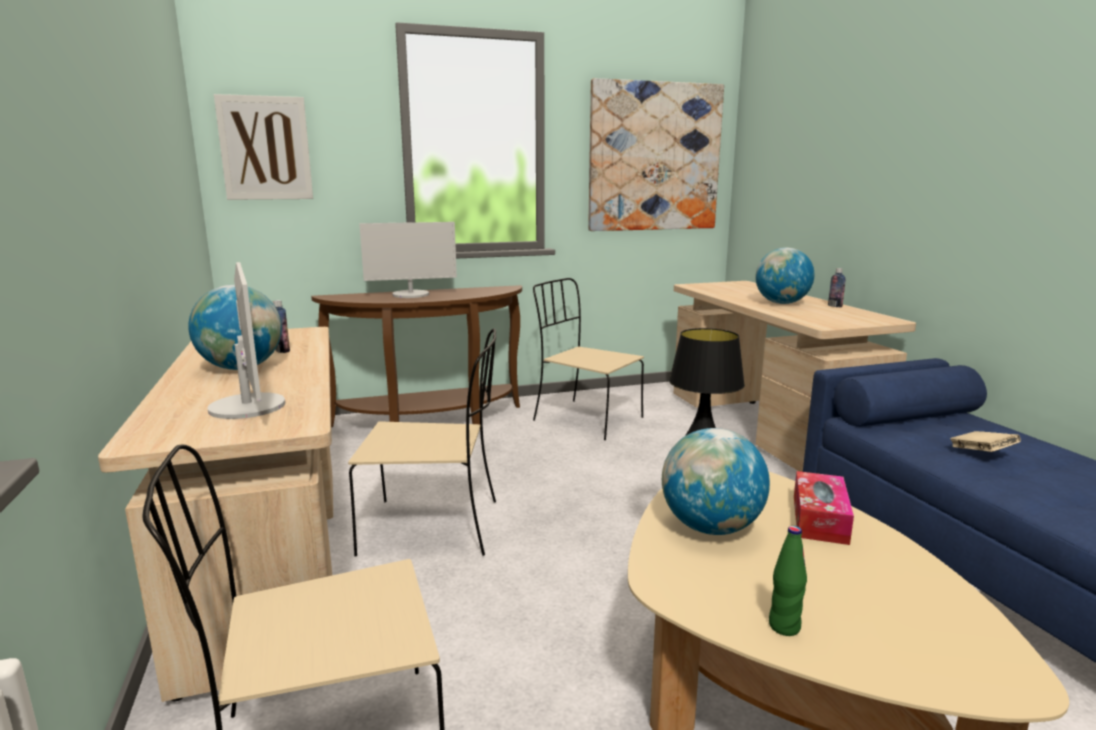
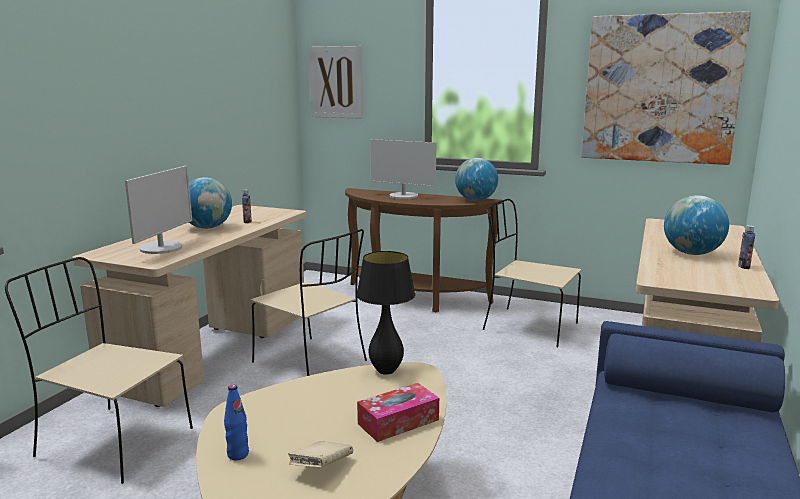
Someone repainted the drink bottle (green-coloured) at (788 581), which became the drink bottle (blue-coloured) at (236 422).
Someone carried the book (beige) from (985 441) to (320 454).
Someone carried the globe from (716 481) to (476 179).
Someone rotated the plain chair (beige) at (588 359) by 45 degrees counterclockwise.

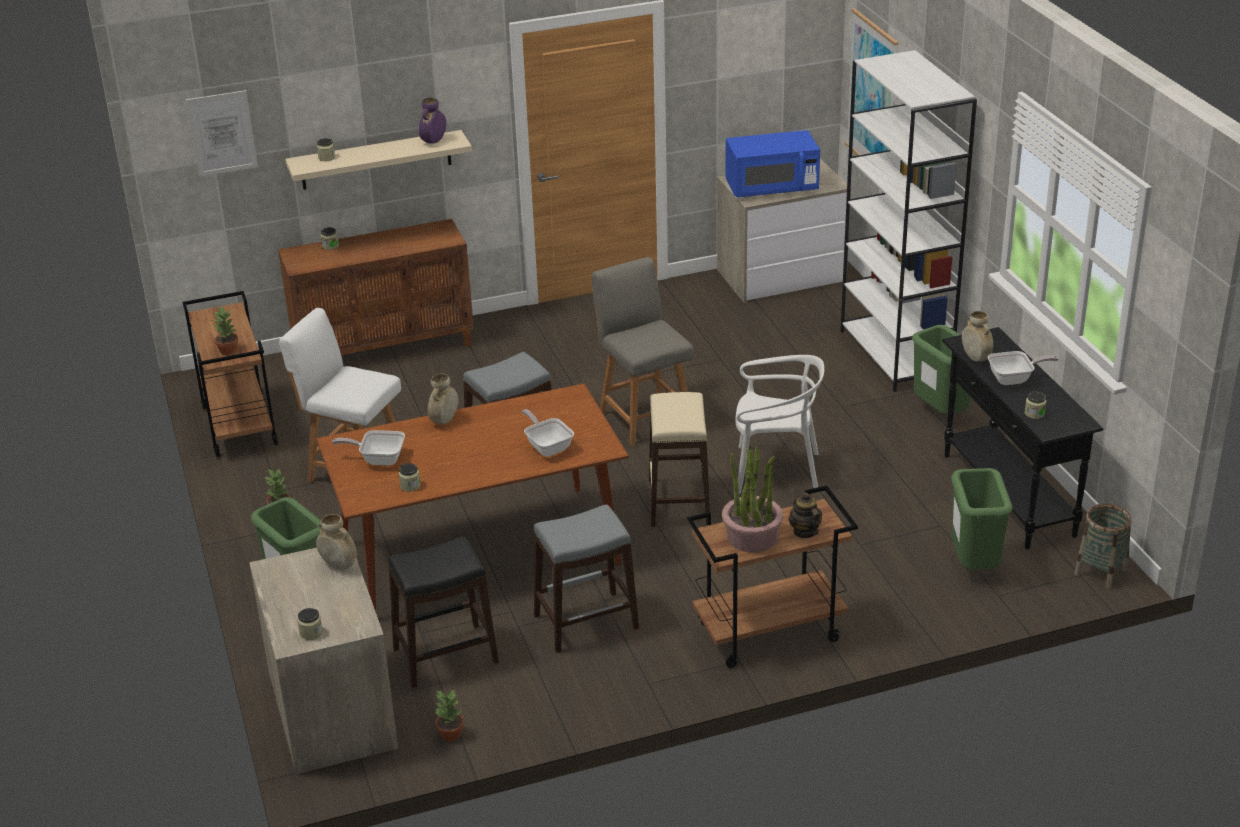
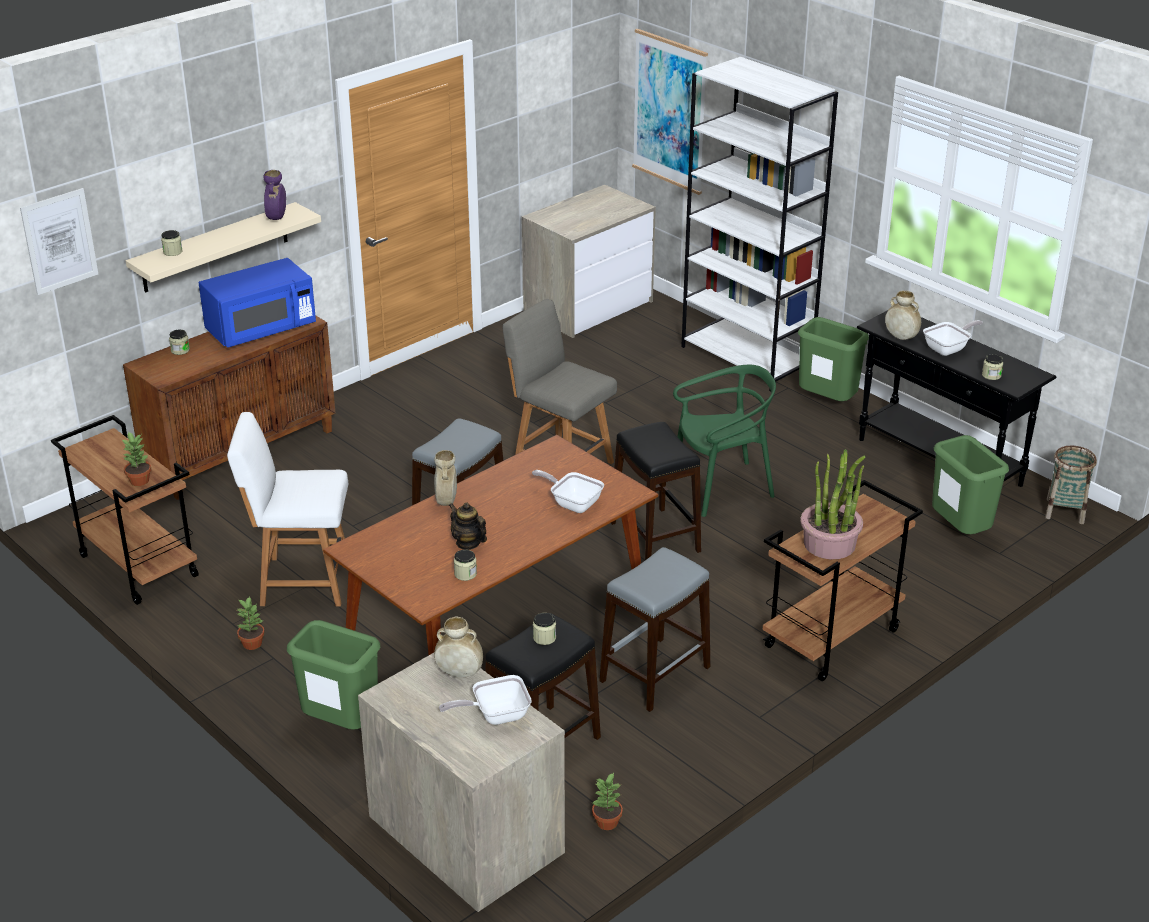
Someone carried the kitchen microwave (blue-coloured) from (772 163) to (257 302).
Someone carried the skillet from (368 448) to (485 700).
Someone carried the pot for tea from (805 514) to (468 526).
Someone carried the jar from (310 624) to (544 629).
Someone repainted the stool (beige) at (679 459), which became the stool (black-coloured) at (656 491).
Someone repainted the plain chair (white-coloured) at (779 424), which became the plain chair (green-coloured) at (724 441).

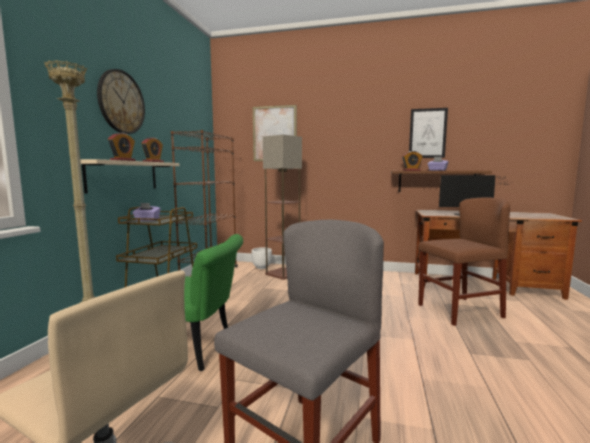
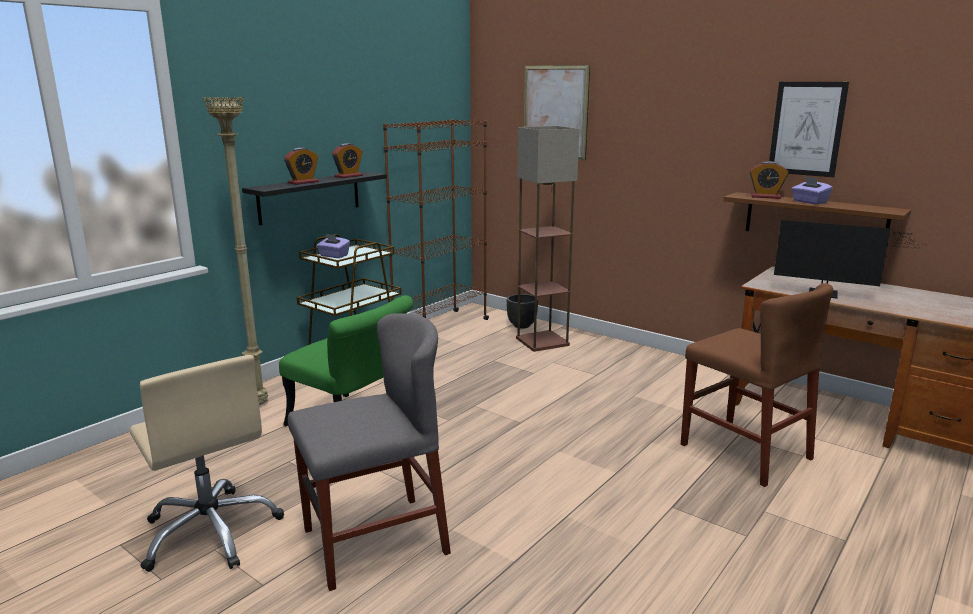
Someone repainted the wall shelf (beige) at (130 176), which became the wall shelf (black-coloured) at (314 198).
Someone repainted the plant pot (white-coloured) at (262 258), which became the plant pot (black-coloured) at (522 311).
Someone rotated the plain chair (brown) at (464 261) by 45 degrees clockwise.
Someone took away the hanging clock at (121 101).

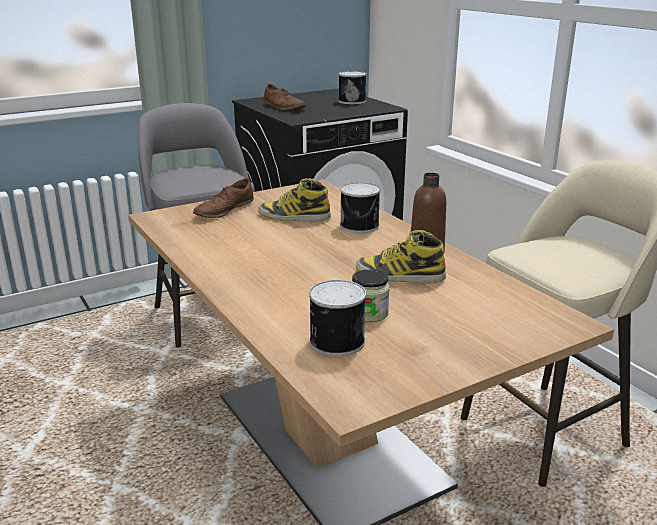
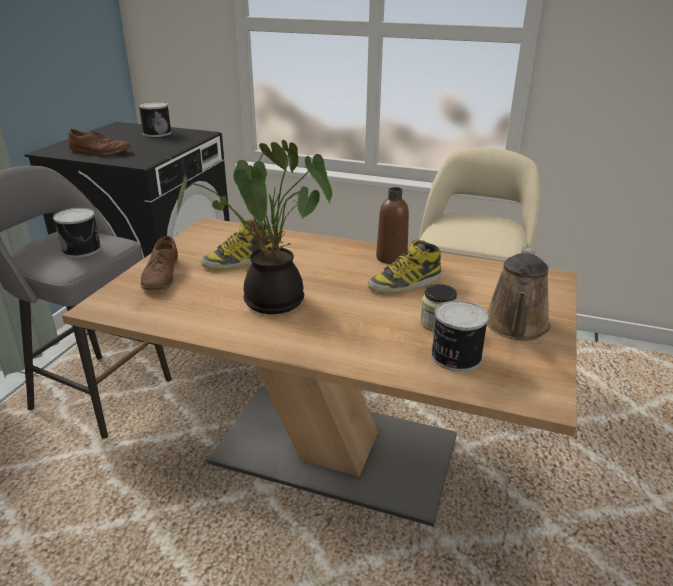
Someone carried the metal can from (360 207) to (77 233).
Someone put down the plant in a pot at (254 227).
Someone put down the watering pot (brown) at (518 294).

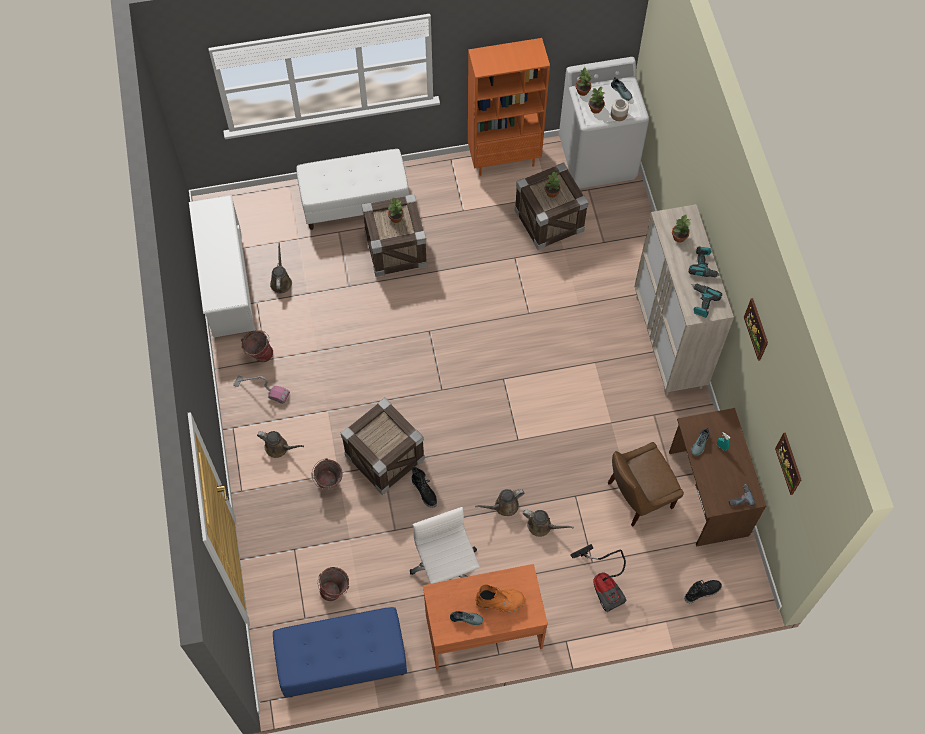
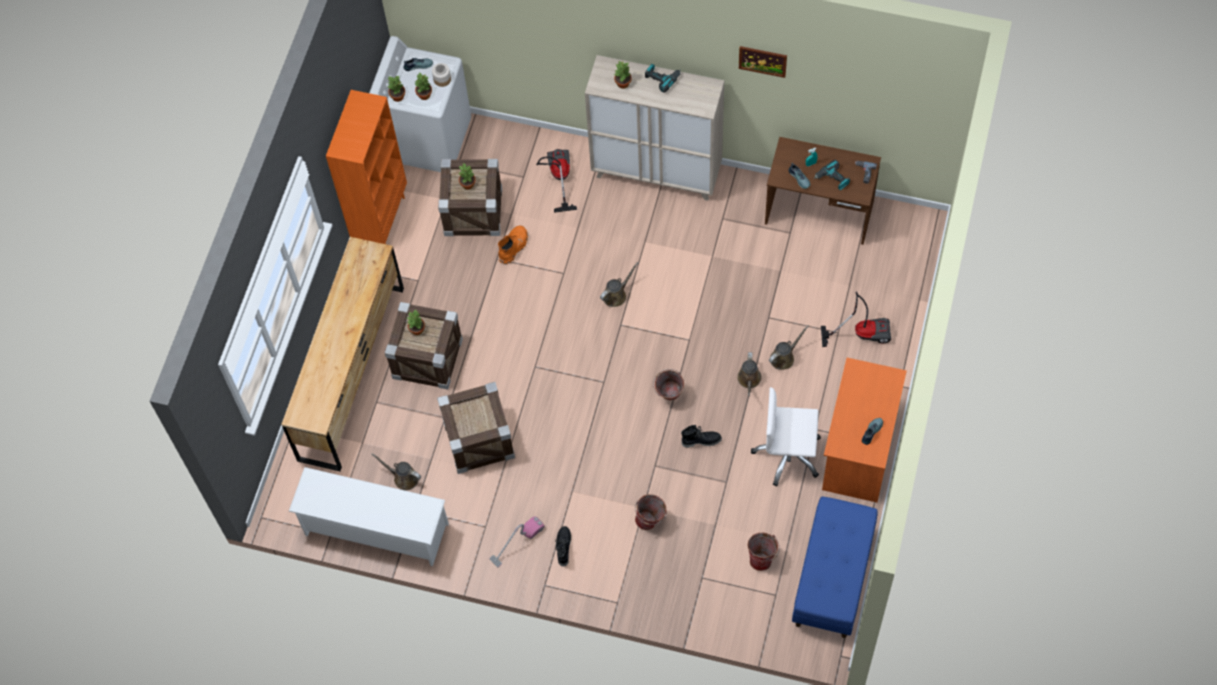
Someone swapped the long seat (white-coloured) at (352 189) for the dresser (brown) at (342 354).
Someone carried the shipping crate from (383 446) to (476 428).
Someone carried the tall boot (orange) from (500 598) to (513 245).
Someone put down the vacuum at (556 181).
Someone carried the tall boot (black-coloured) from (703 591) to (563 546).
Someone carried the watering pot (brown) from (280 444) to (619 284).
Someone carried the pail from (257 346) to (668 384).
Someone carried the electric drill from (707 300) to (832 175).
Someone took away the plain chair (brown) at (646 484).
Someone took away the wall art at (788 463).

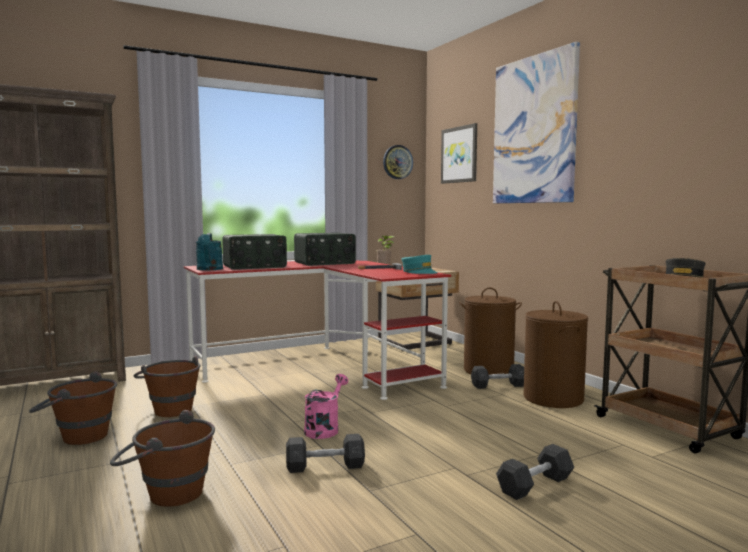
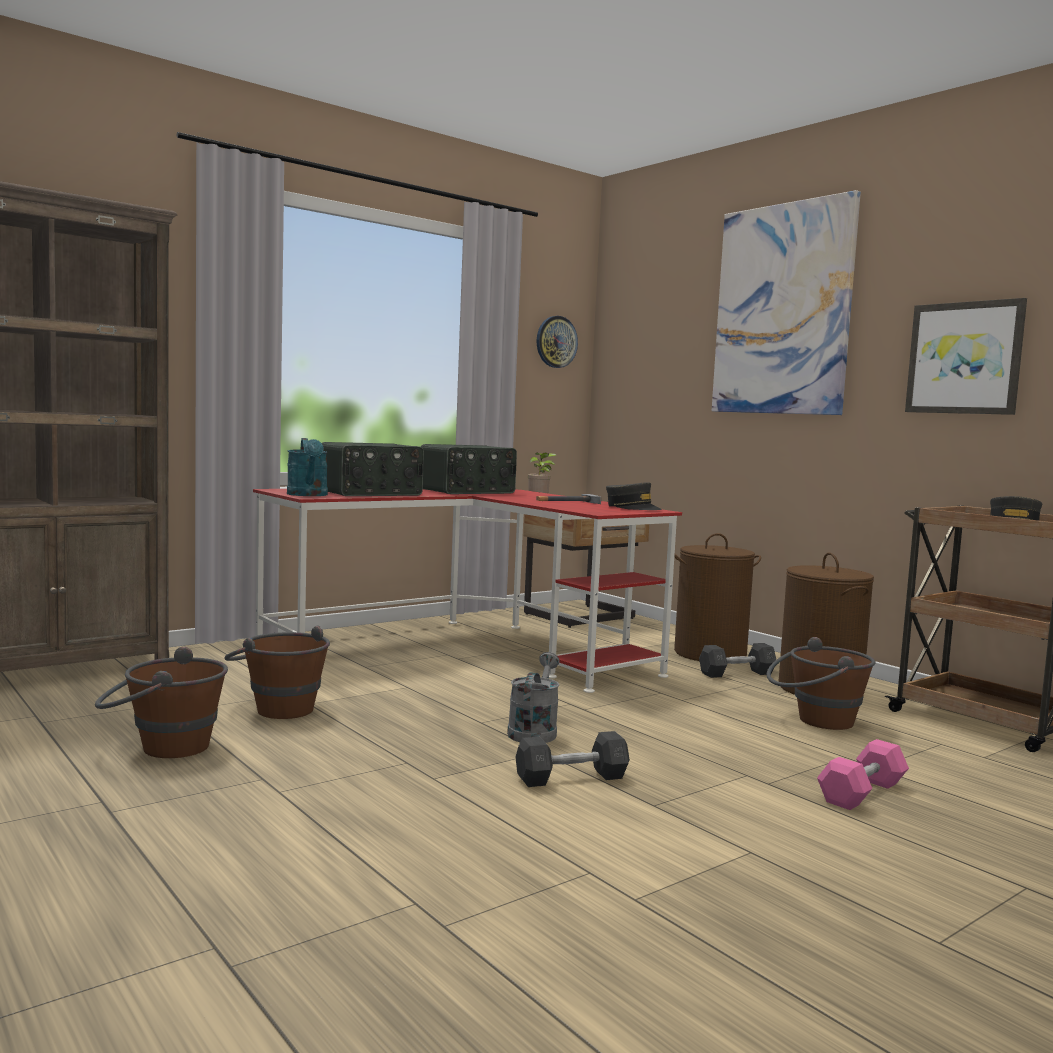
Someone repainted the watering pot (pink-coloured) at (326 406), which became the watering pot (grey) at (533 697).
Someone repainted the cap (turquoise) at (419 264), which became the cap (grey) at (634 496).
Someone carried the pail (brown) from (162 458) to (821 683).
Someone repainted the free weight (grey) at (535 472), which became the free weight (pink-coloured) at (863 774).
Someone carried the wall art from (459 153) to (966 356).

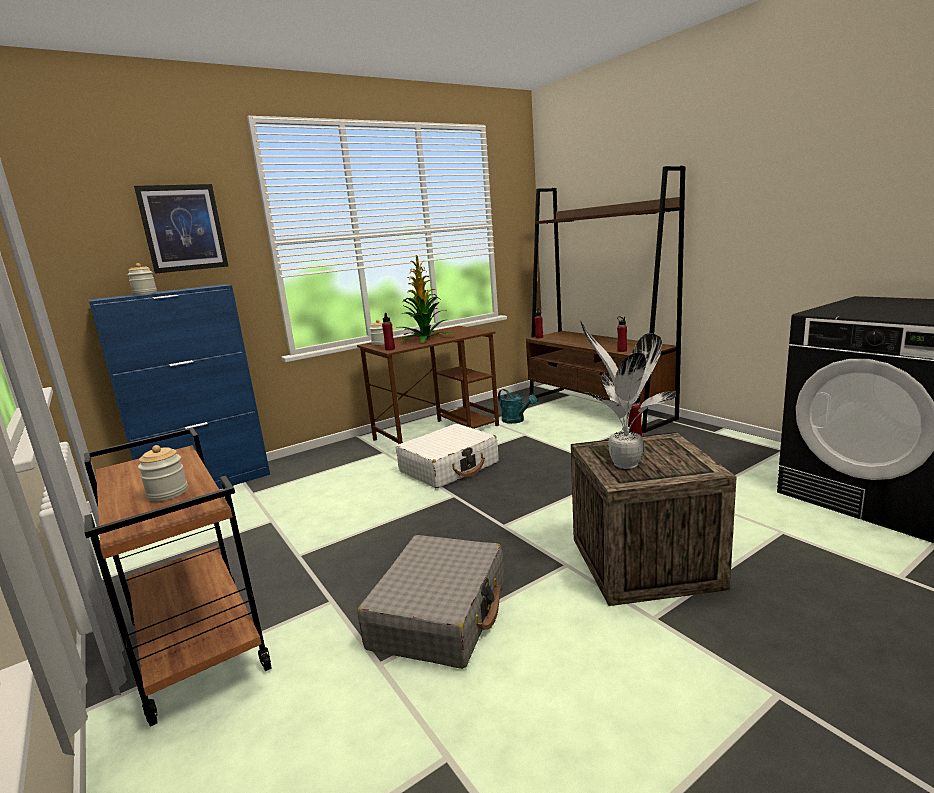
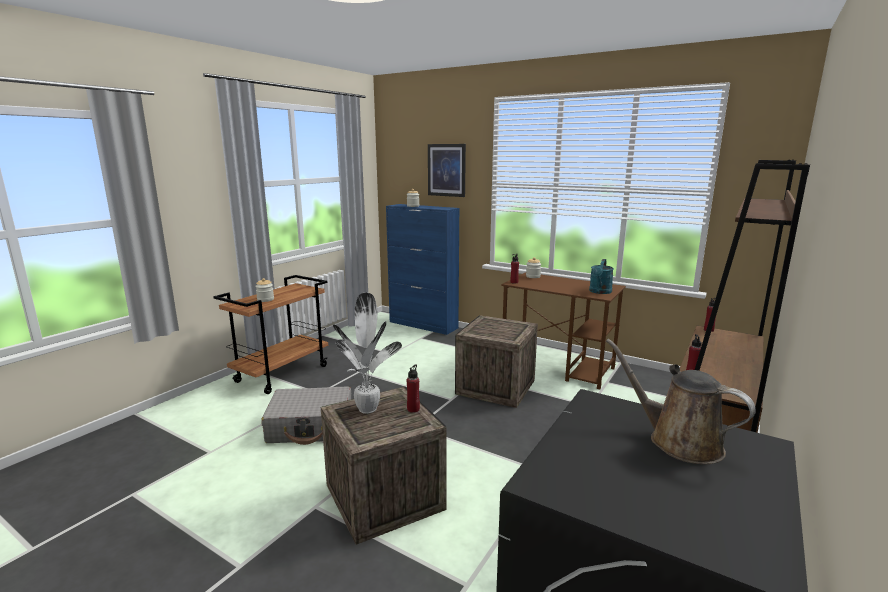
Someone swapped the suitcase (white-coloured) at (447 456) for the shipping crate at (496 361).
Someone carried the watering pot (turquoise) from (517 406) to (601 276).
Someone put down the watering pot (brown) at (681 401).
Someone took away the plant in a pot at (425 299).

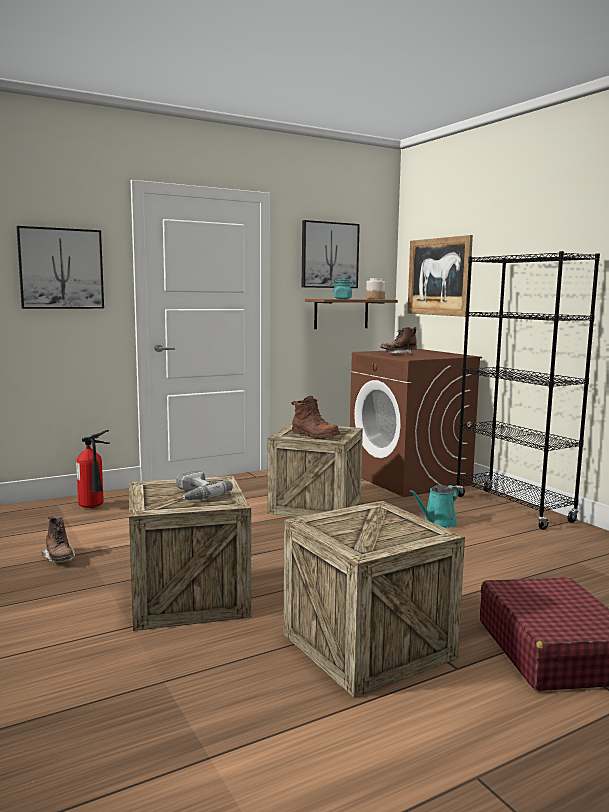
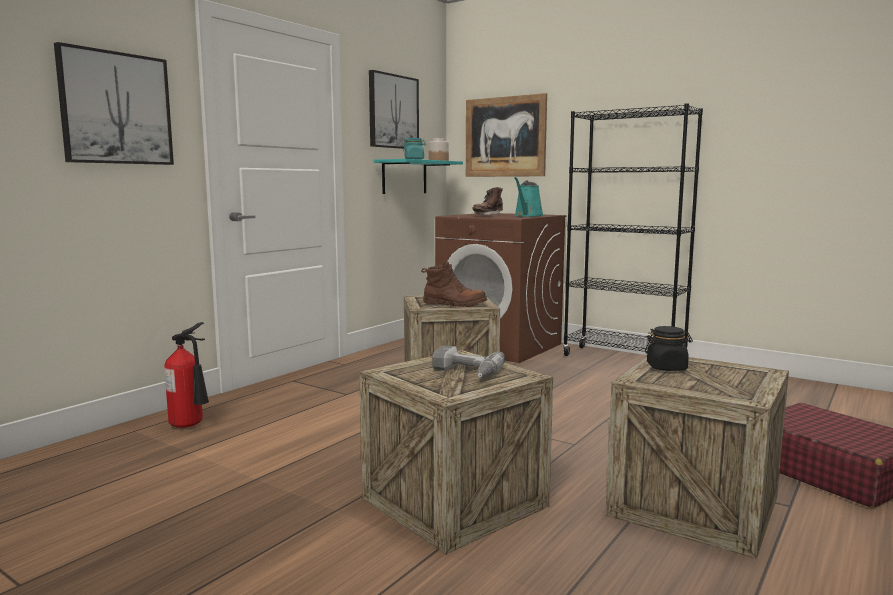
Someone repainted the wall shelf (brown) at (351 314), which became the wall shelf (turquoise) at (418 176).
Someone carried the watering pot (turquoise) from (434 506) to (529 197).
Someone put down the jar (black-coloured) at (669 348).
Someone took away the tall boot (brown) at (58 539).

